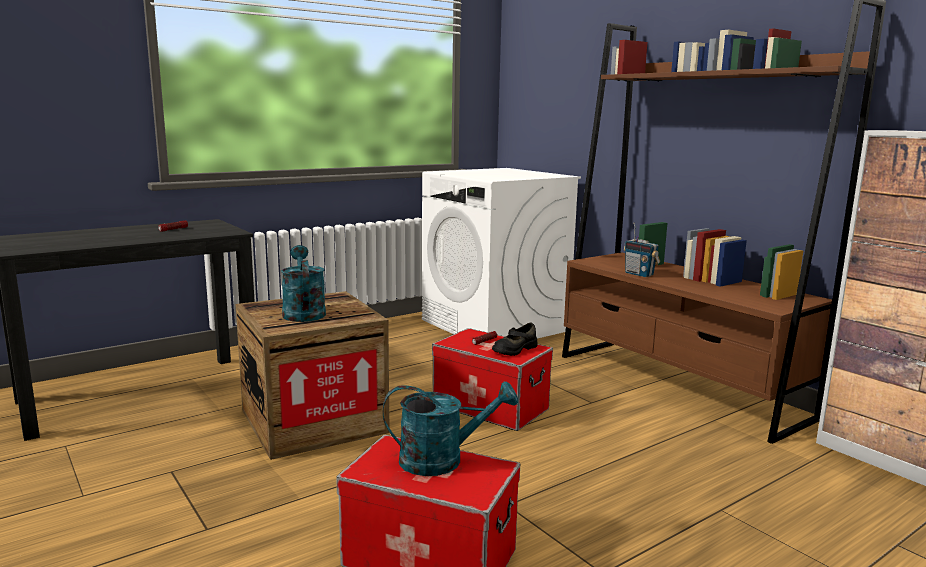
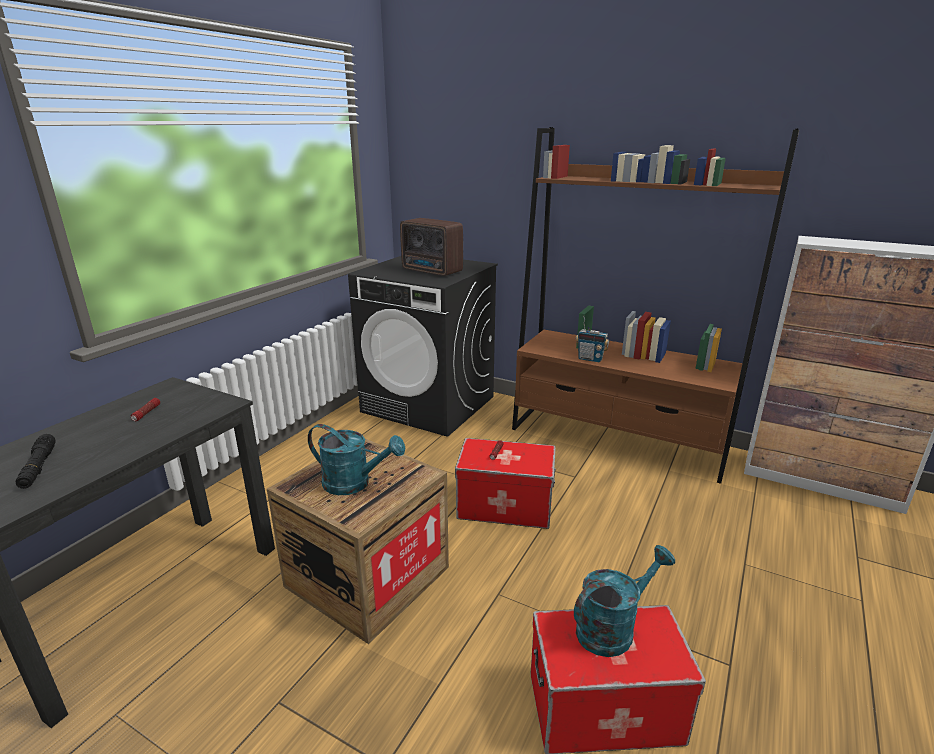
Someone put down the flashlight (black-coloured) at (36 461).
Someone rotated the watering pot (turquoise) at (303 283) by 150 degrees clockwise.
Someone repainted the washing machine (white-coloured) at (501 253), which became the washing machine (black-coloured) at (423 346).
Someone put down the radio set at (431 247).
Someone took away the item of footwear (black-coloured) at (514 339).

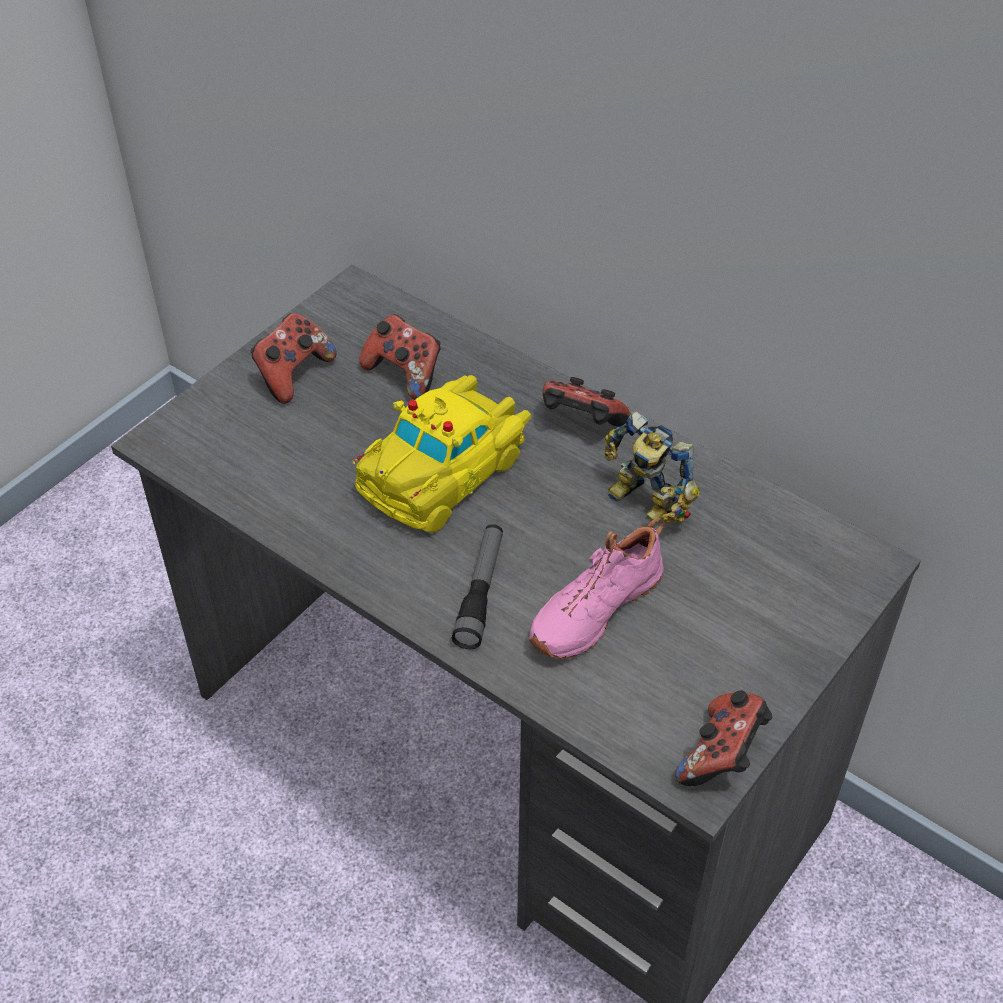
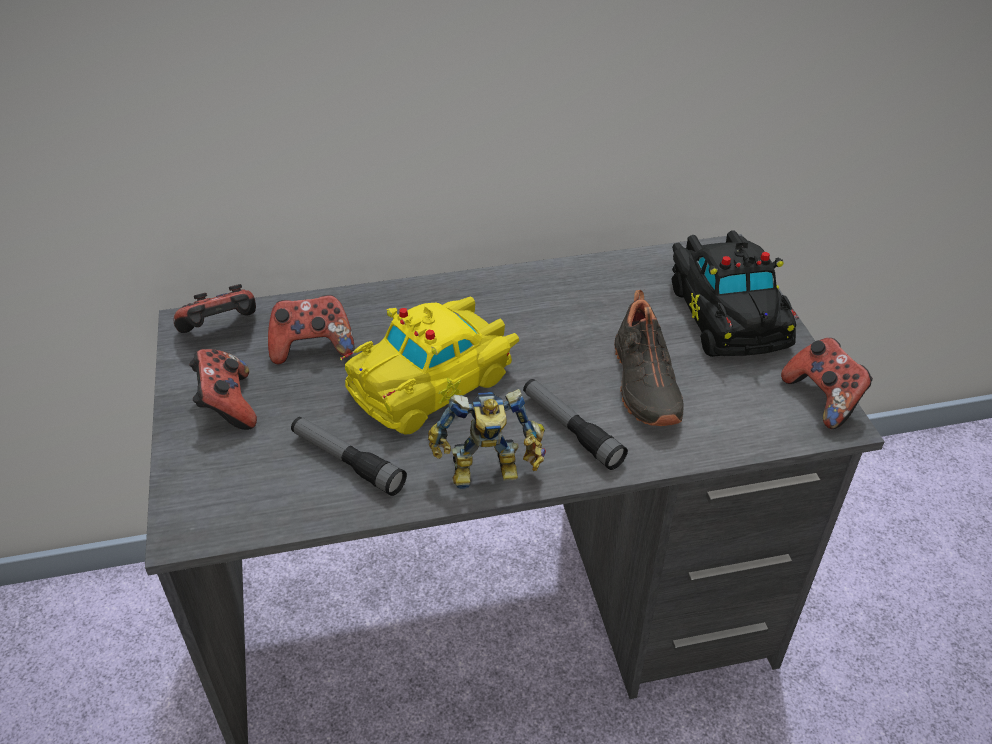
Someone carried the joypad from (586 402) to (215 308).
Someone put down the flashlight at (349 456).
Someone rotated the toy car (yellow-coloured) at (442 454) by 60 degrees clockwise.
Someone carried the robot figure from (652 467) to (487 439).
Someone repainted the item of footwear (pink-coloured) at (596 588), which became the item of footwear (black-coloured) at (649 358).
Someone put down the toy car (black-coloured) at (735 293).

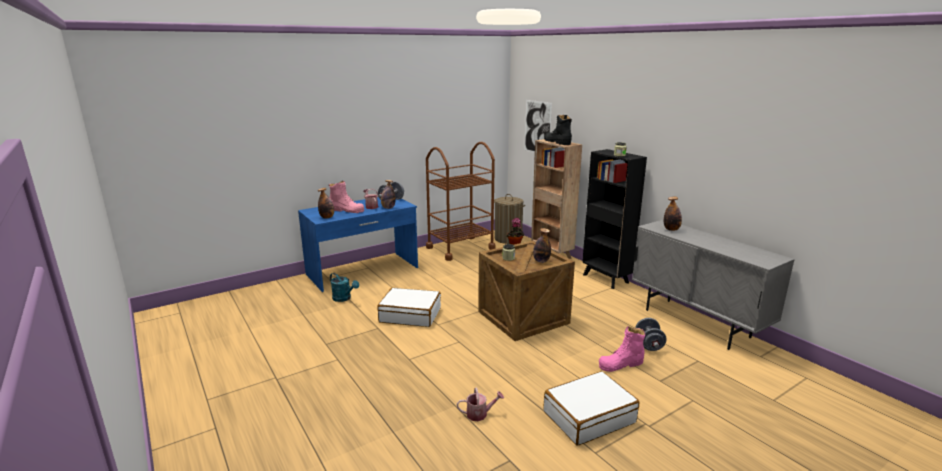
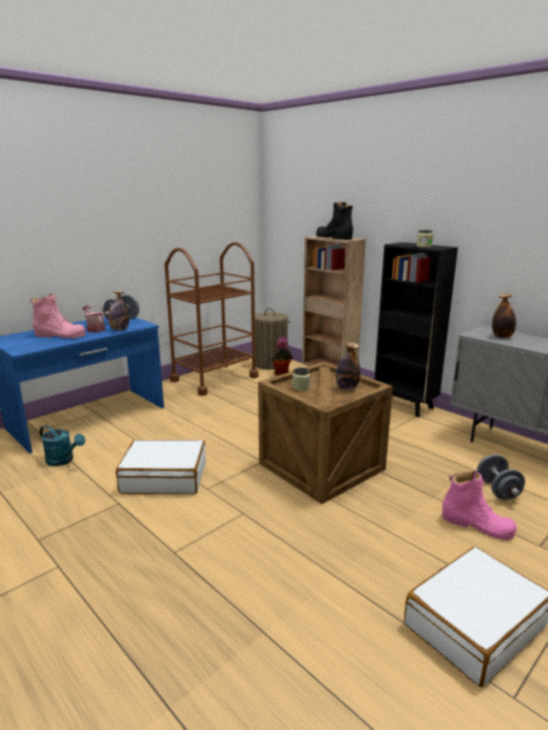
Someone rotated the tall boot (pink-coloured) at (622 349) by 120 degrees counterclockwise.
Someone took away the drink bottle at (326 203).
Someone took away the watering pot at (480 404).
Someone took away the wall art at (538 126).

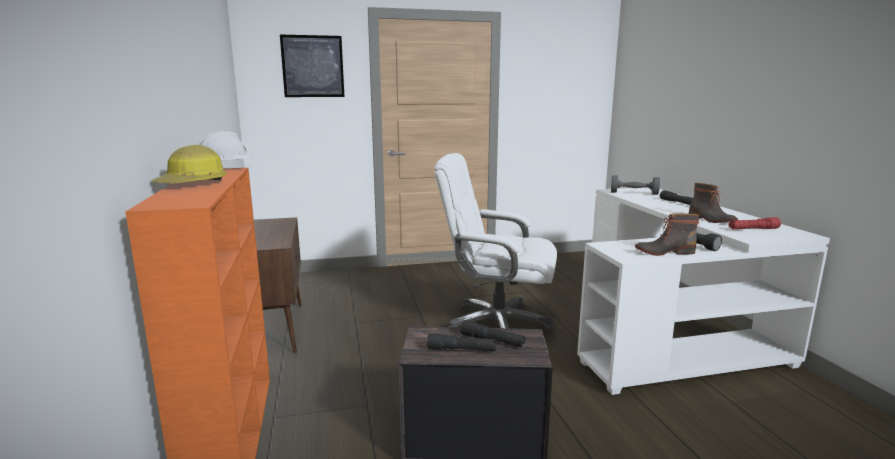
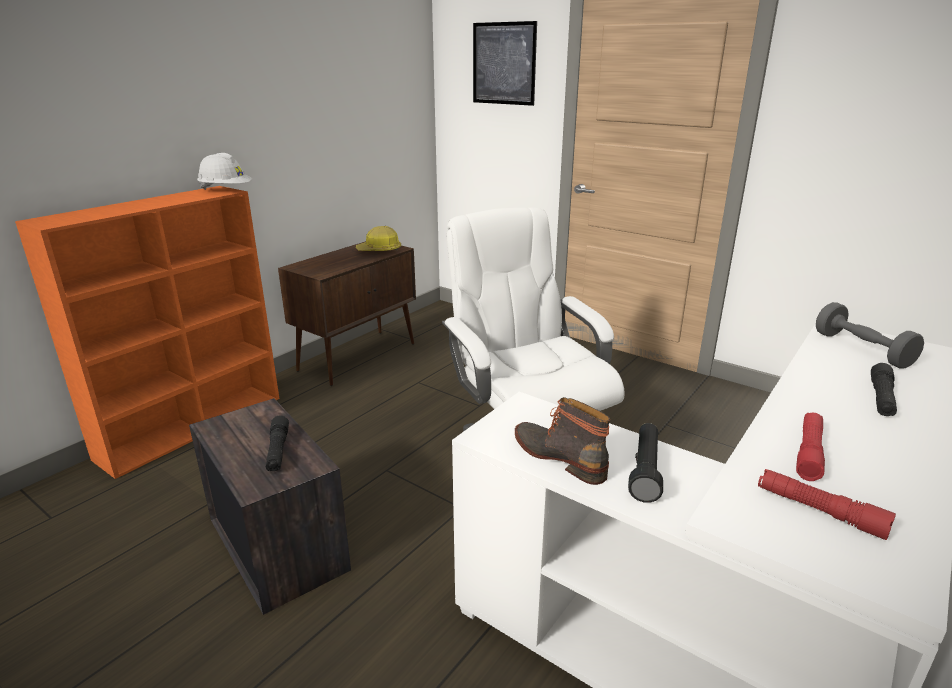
Someone carried the work helmet from (188 164) to (378 238).
Someone swapped the tall boot at (713 203) for the flashlight (red) at (810 446).
Someone took away the flashlight (black-coloured) at (461 342).

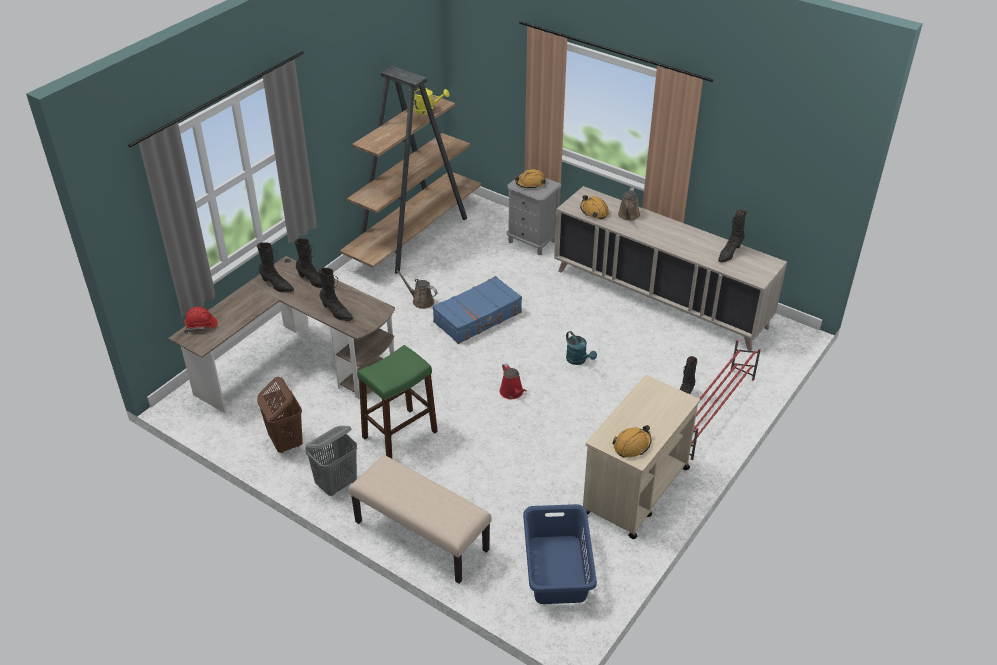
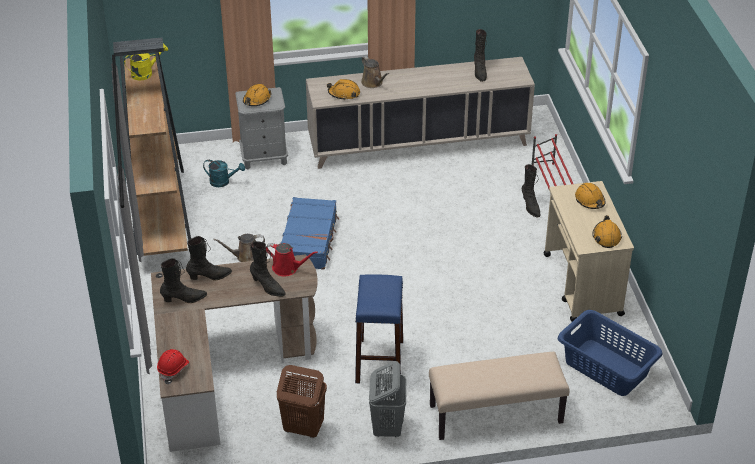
Someone carried the watering pot (turquoise) from (581 348) to (224 173).
Someone rotated the tall boot (black-coloured) at (335 294) by 45 degrees clockwise.
Someone carried the watering pot (red) from (513 381) to (292 259).
Someone repainted the stool (green-coloured) at (397 402), which became the stool (blue-coloured) at (379 328).
Someone put down the work helmet (orange) at (590 196).

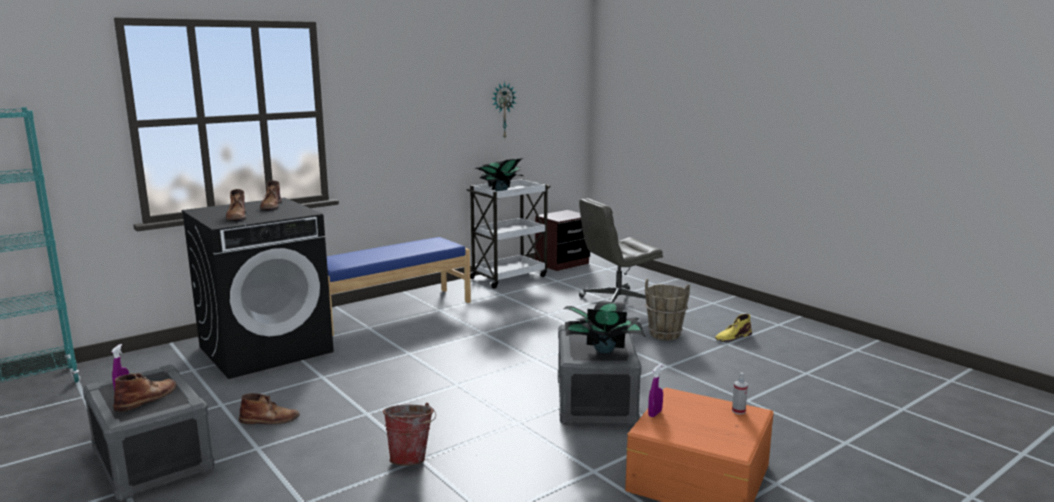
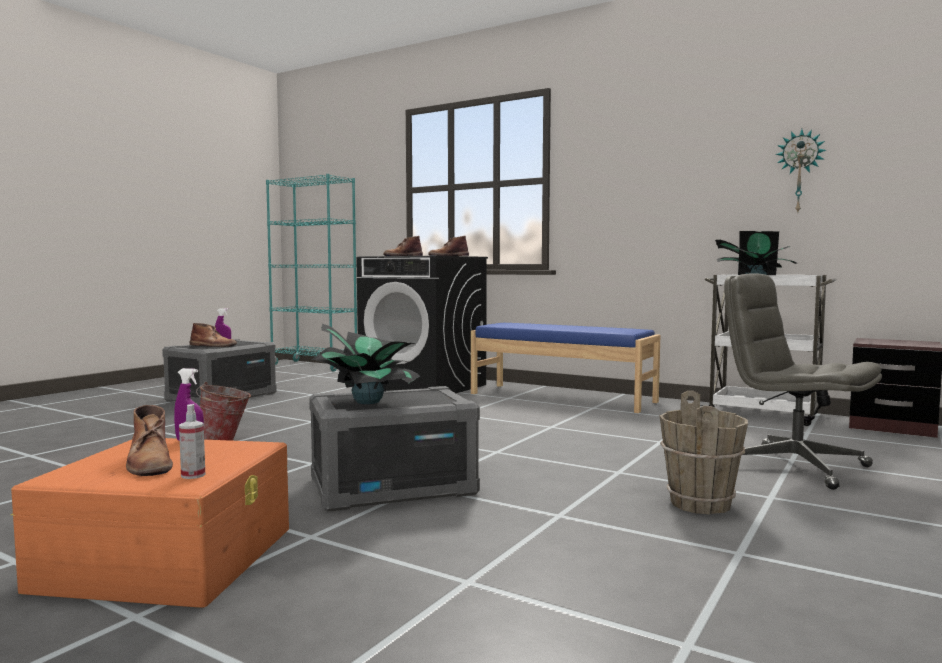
Someone carried the tall boot (brown) from (269 408) to (149 440).
Someone took away the tall boot (yellow-coloured) at (733 328).

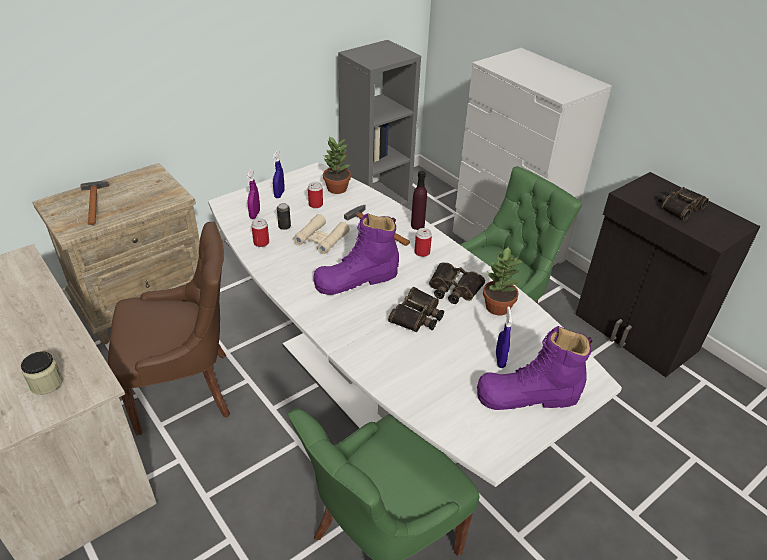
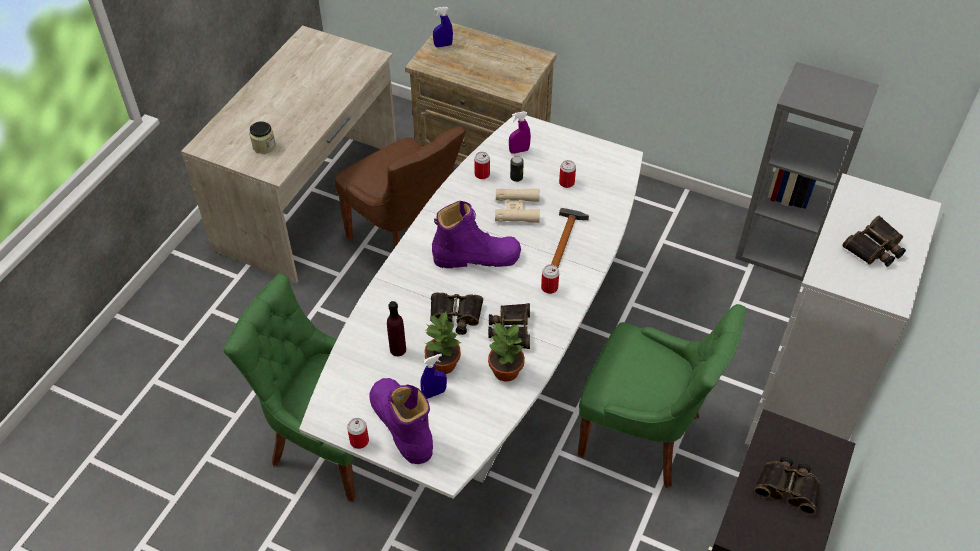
Someone put down the metal can at (358 433).
Someone carried the drink bottle (purple-coloured) from (419 200) to (396 328).
Someone carried the plant in a pot from (337 165) to (443 343).
Someone rotated the tall boot (purple-coloured) at (356 254) by 135 degrees clockwise.
Someone carried the sprayer (blue-coloured) from (279 174) to (443 27).
Someone put down the pair of binoculars at (874 241).
Someone took away the hammer at (94 203).

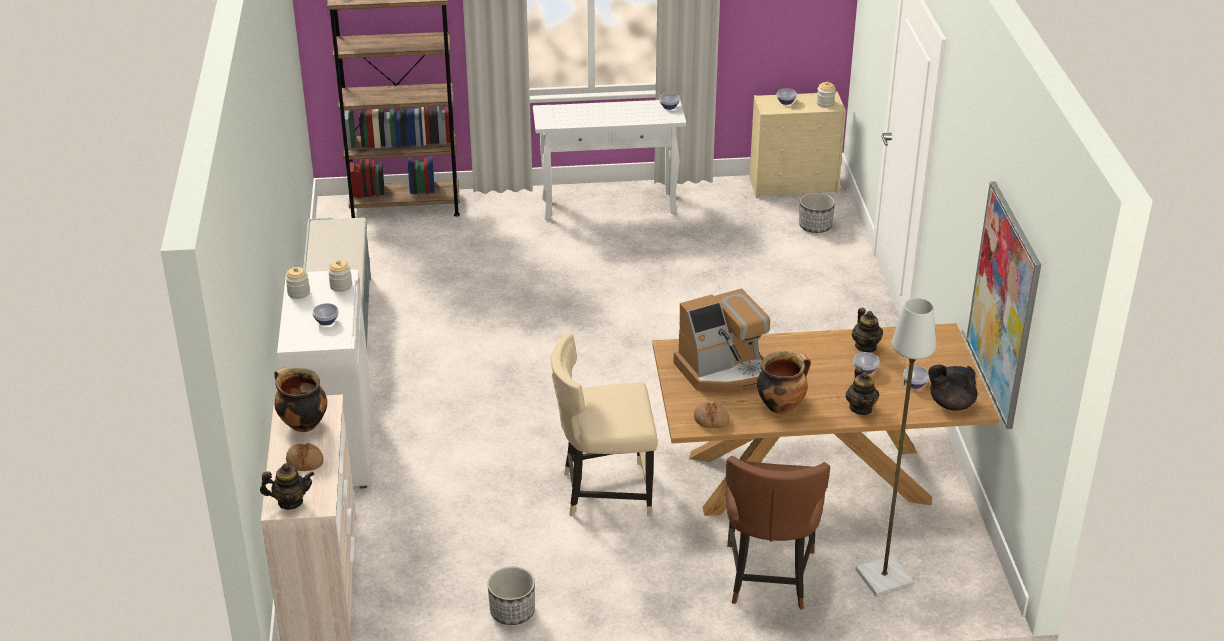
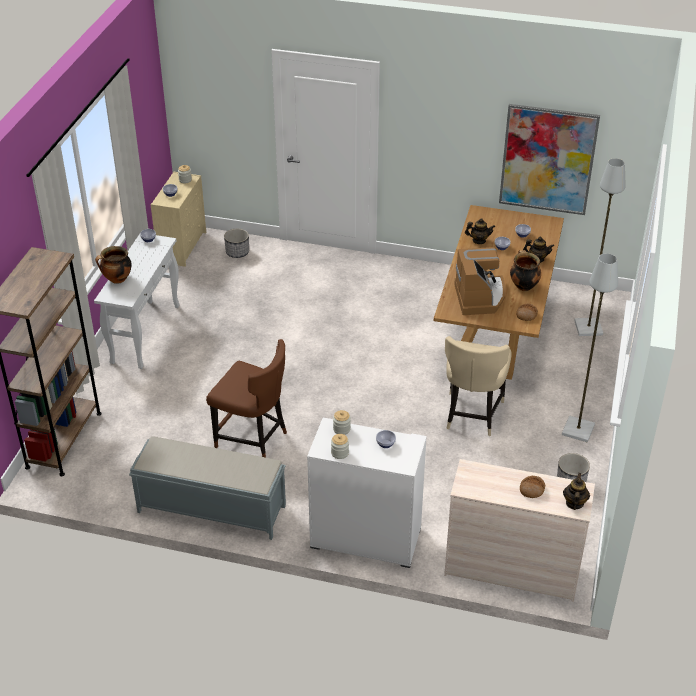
Someone carried the stockpot from (300 400) to (113 265).
Someone carried the plain chair (brown) from (778 532) to (246 398).
Someone put down the standing lamp (grey) at (590 347).
Someone took away the pot for tea (black-coloured) at (952 388).

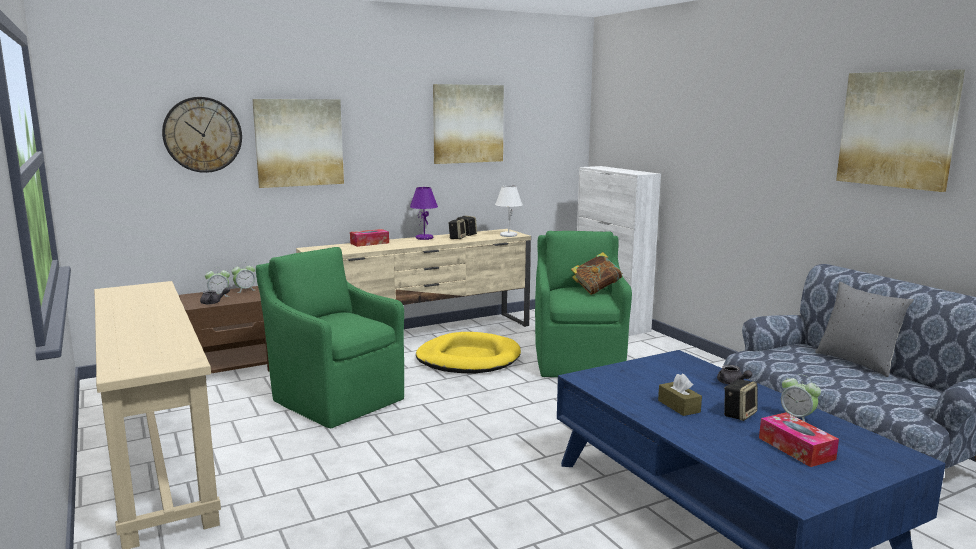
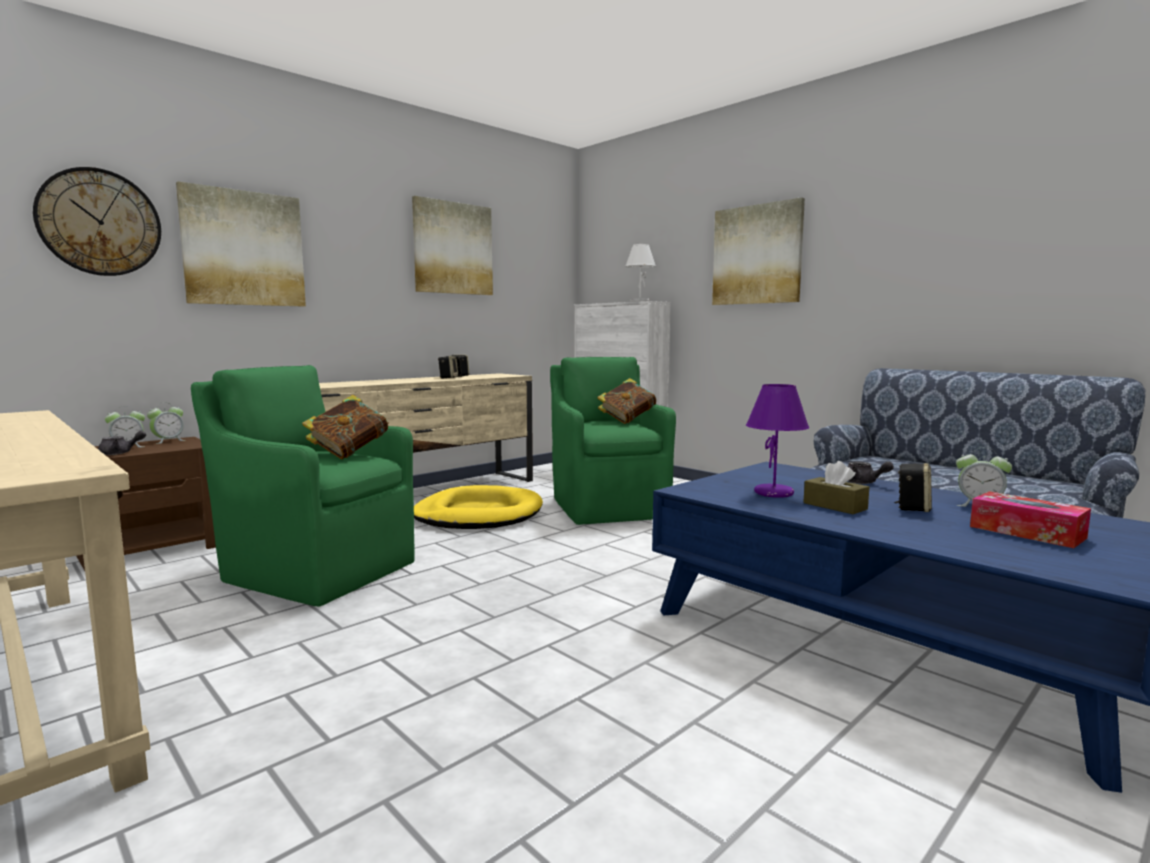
Someone put down the book at (345 427).
Someone carried the tabletop lamp (white-coloured) from (509 211) to (640 273).
Someone carried the wall art from (900 130) to (758 251).
Someone carried the tabletop lamp (purple-coloured) from (424 213) to (777 441).
Someone took away the tissue box at (369 238).
Someone took away the pillow (grey) at (864 329).

